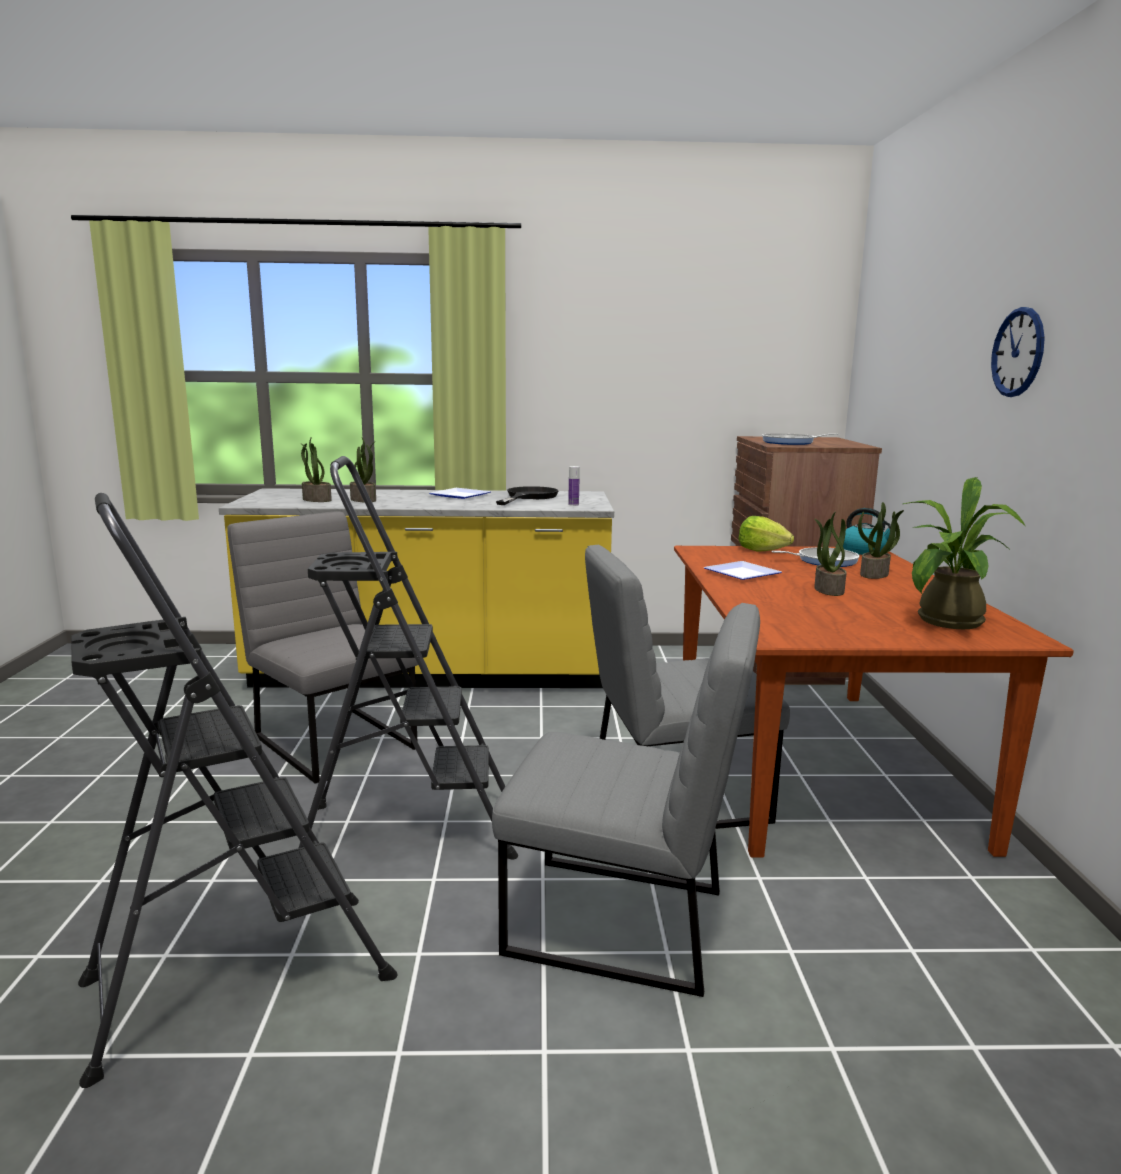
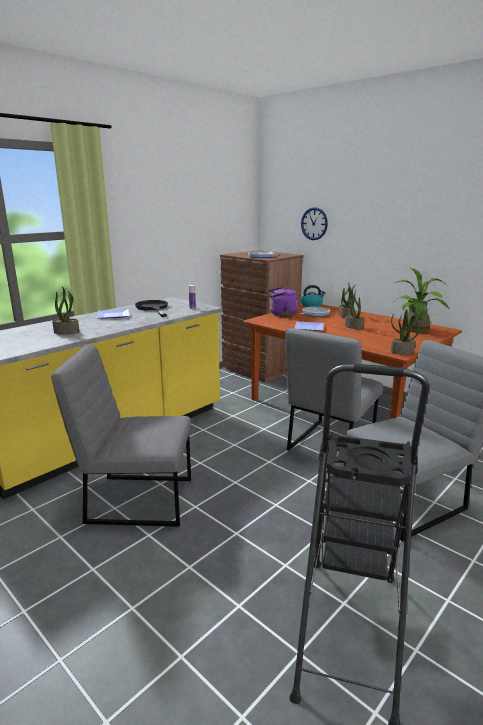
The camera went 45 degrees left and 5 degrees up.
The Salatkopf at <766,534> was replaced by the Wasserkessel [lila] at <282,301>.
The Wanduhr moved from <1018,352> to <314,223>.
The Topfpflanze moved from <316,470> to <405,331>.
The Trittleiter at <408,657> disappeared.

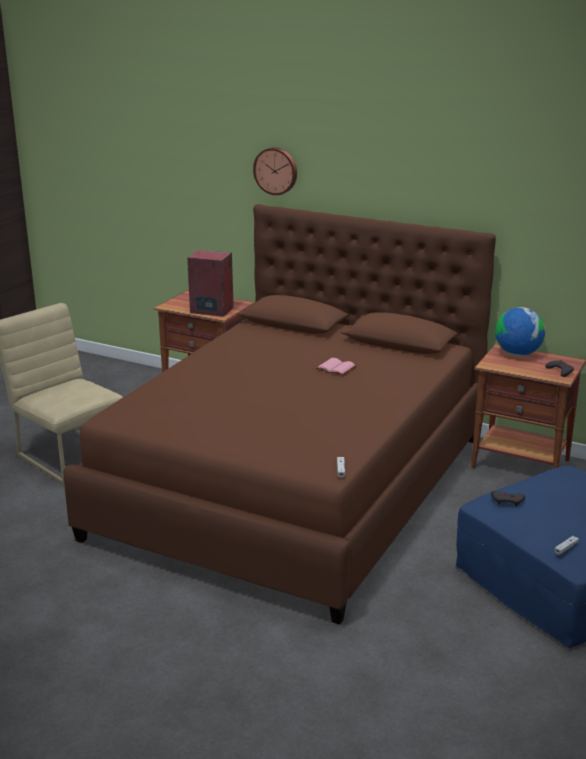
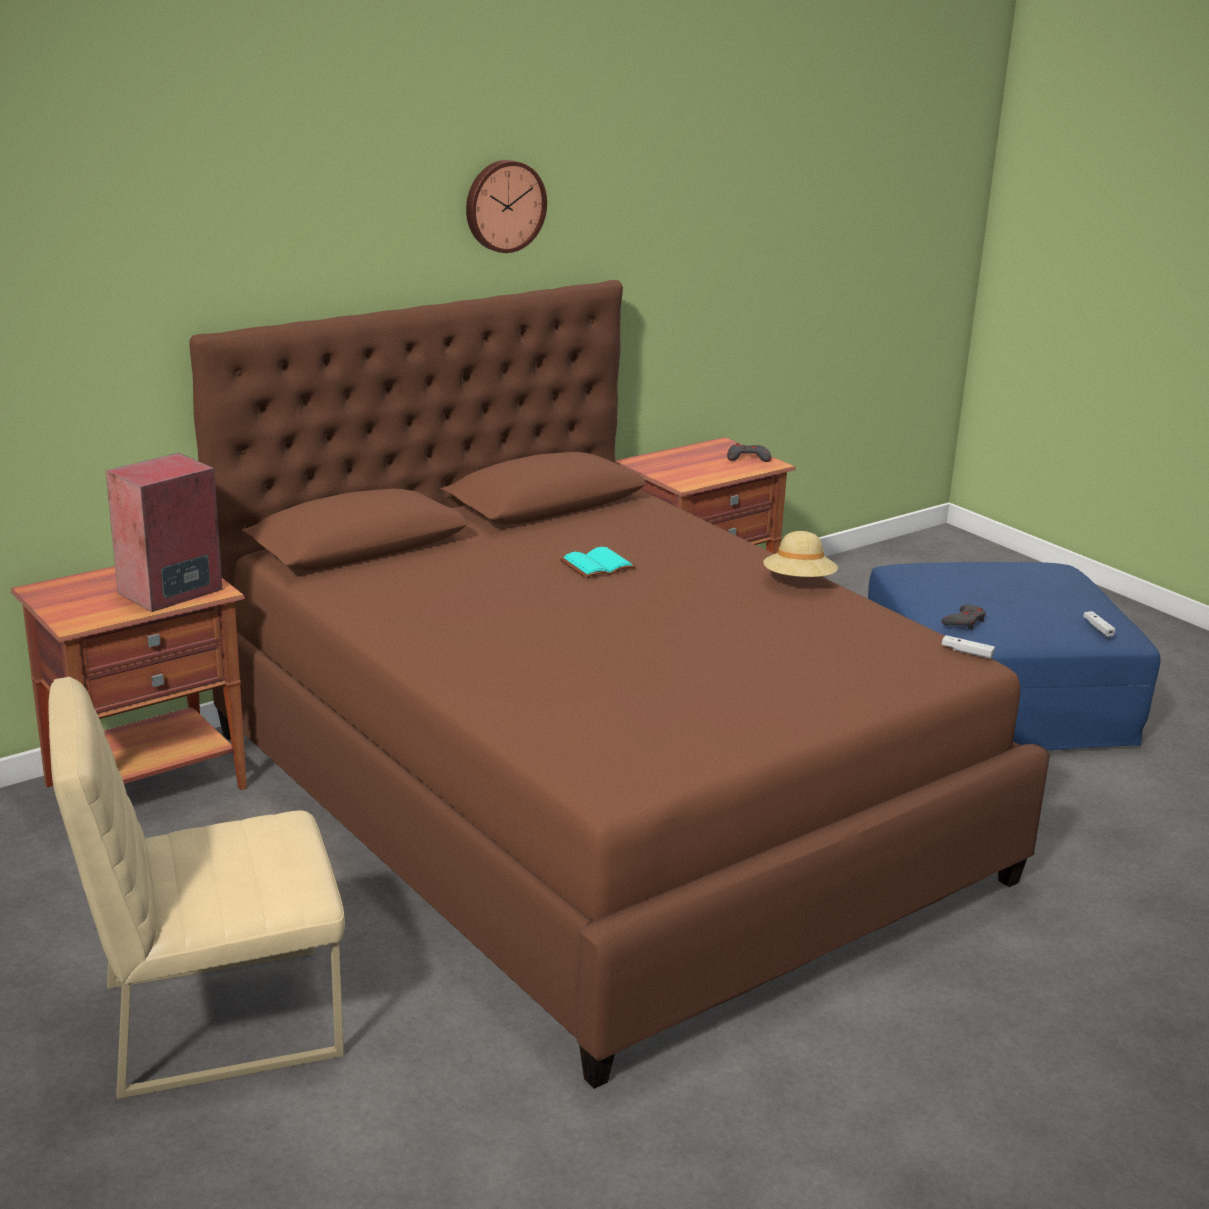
The camera went 65 degrees left and 0 degrees up.
The Wanduhr moved from <275,171> to <506,206>.
The Buch [rosa] at <336,367> became the Buch [türkis] at <598,562>.
The Hut [beige] at <800,554> appeared.
The Globus at <520,331> disappeared.

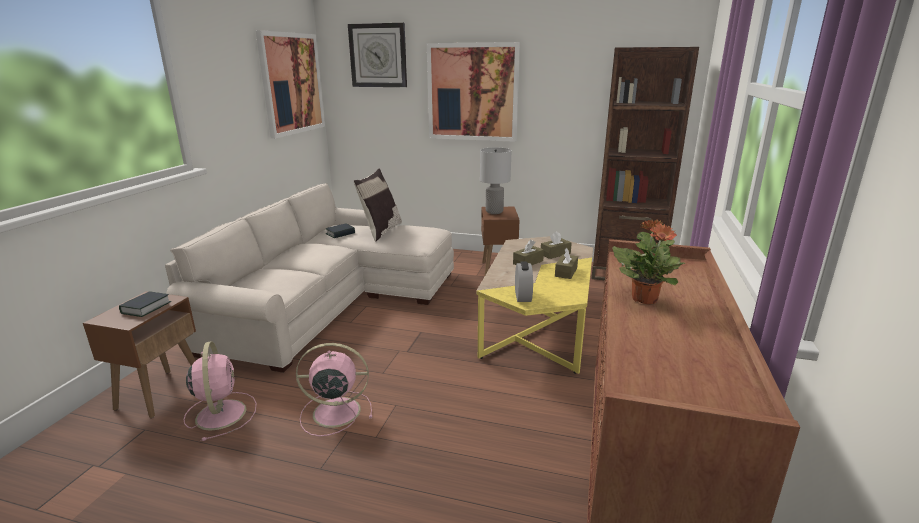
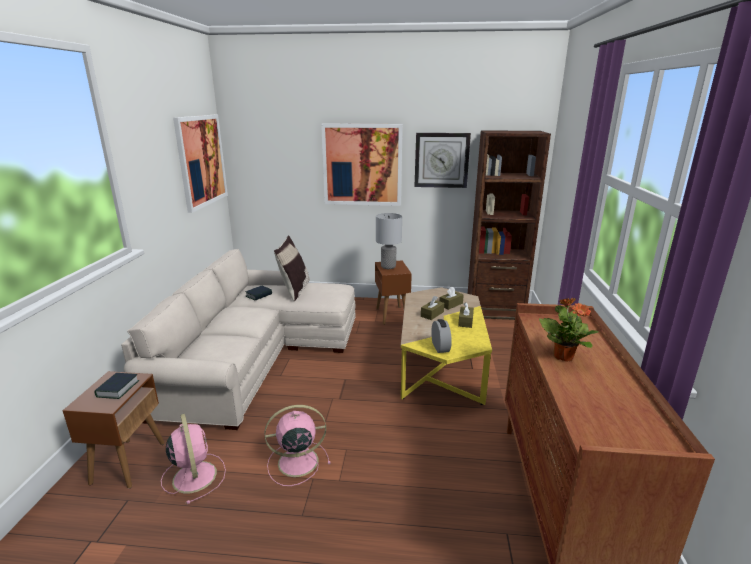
The camera went 10 degrees left and 0 degrees up.
The Wanduhr moved from <377,55> to <442,160>.

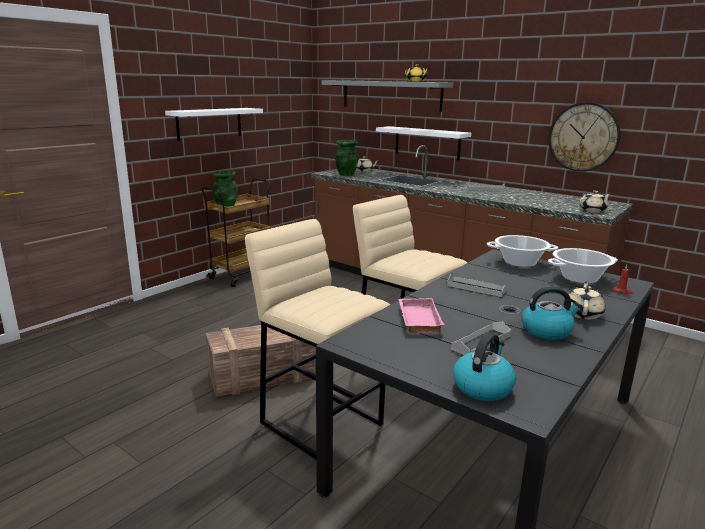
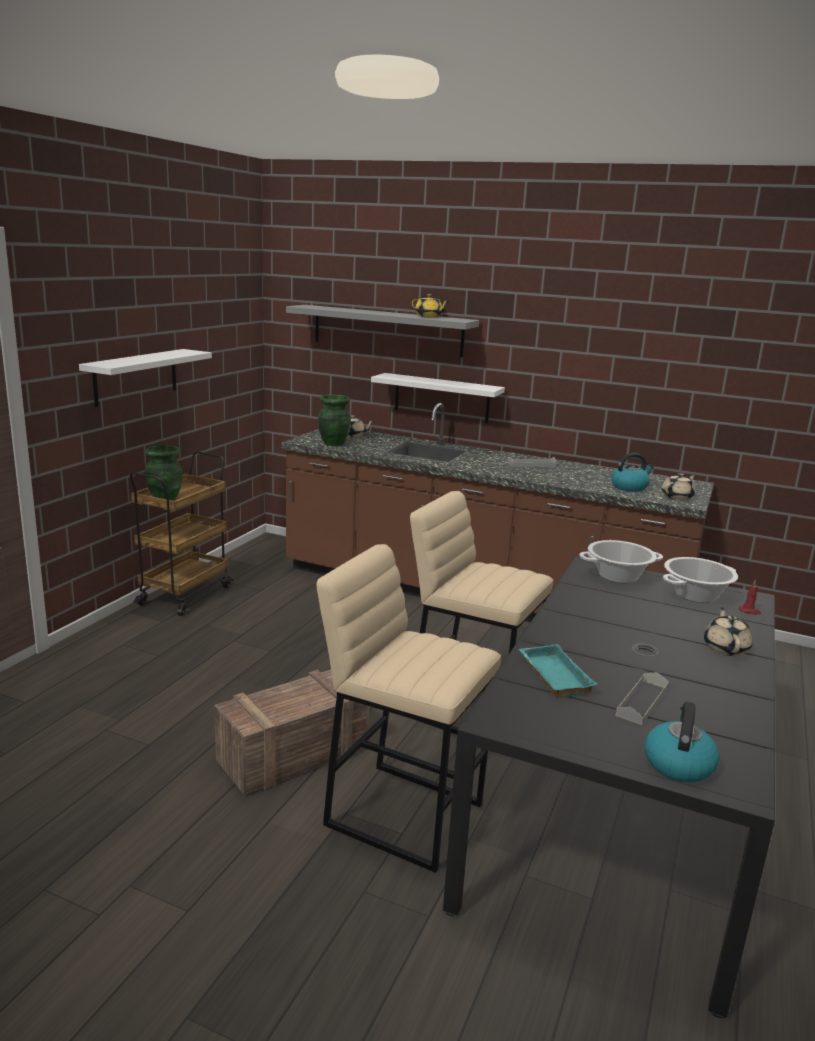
The camera went 15 degrees left and 0 degrees up.
The Tablett [rosa] at <421,316> became the Tablett [türkis] at <558,671>.
The Wasserkessel moved from <552,313> to <632,472>.
The Tablett [grau] at <477,285> disappeared.
The Wanduhr at <585,137> disappeared.

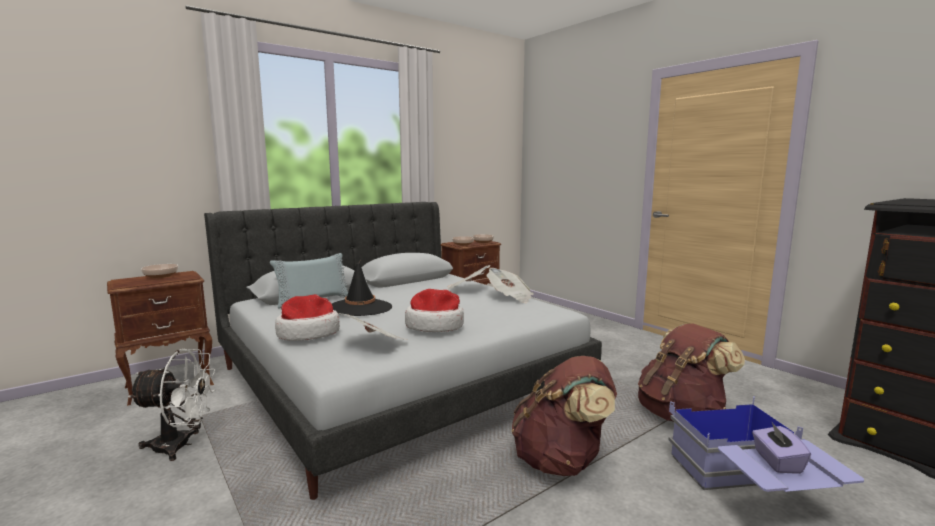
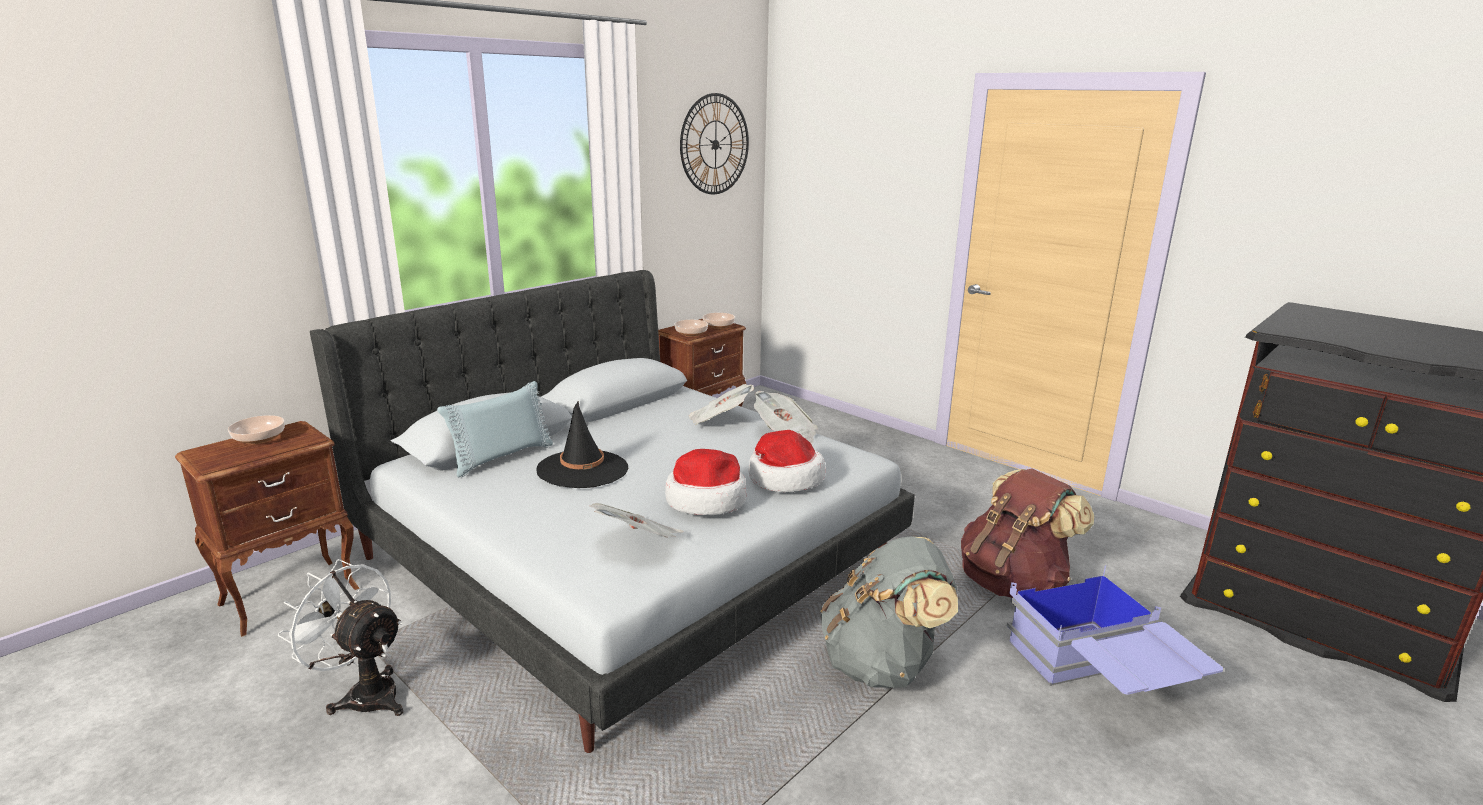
The camera went 10 degrees left and 10 degrees up.
The Ventilator [weiß] at <171,405> turned 135 degrees counterclockwise.
The Wanduhr at <714,143> appeared.
The Hut moved from <307,317> to <787,461>.
The Rucksack [braun] at <564,416> became the Rucksack [grau] at <889,612>.
The Taschentuchbox [lila] at <781,447> disappeared.

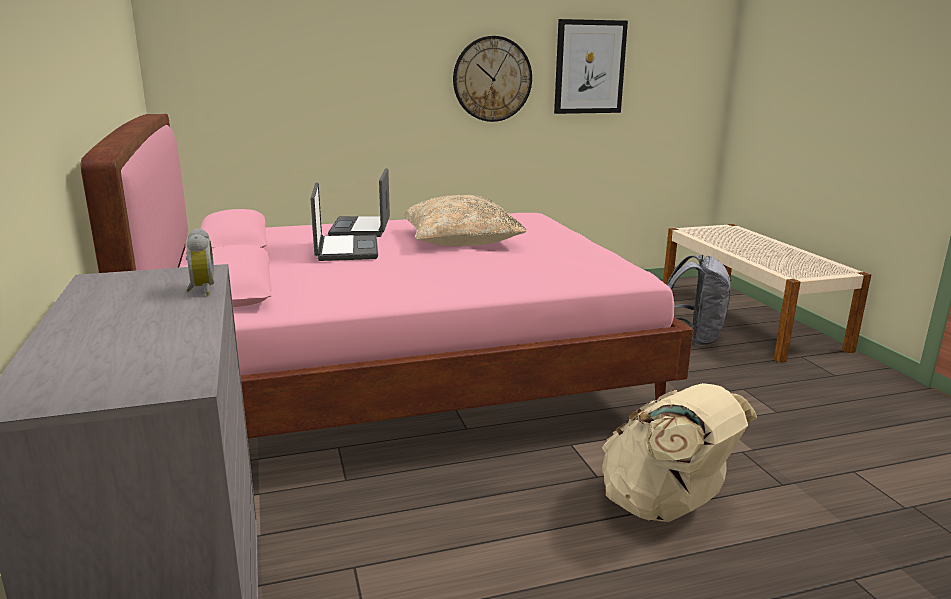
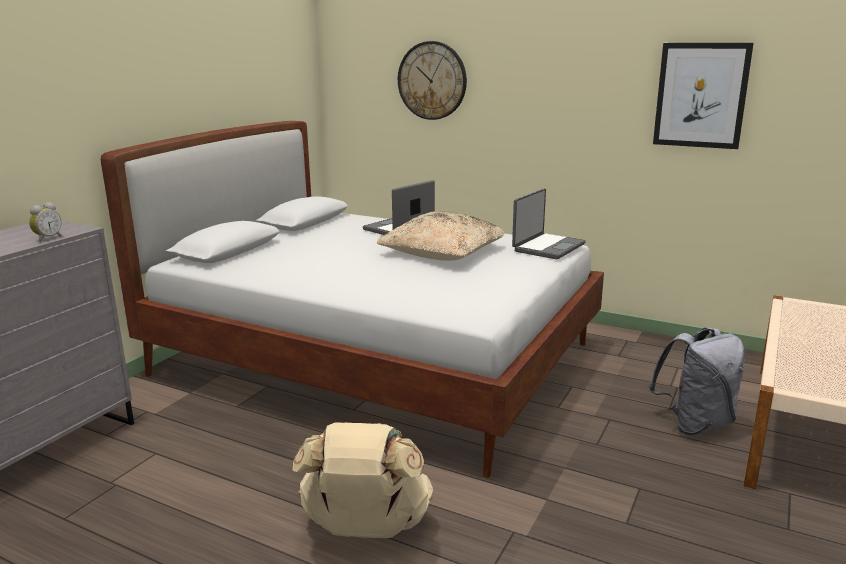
The camera went 45 degrees right and 0 degrees up.
The Bett [rosa] at <386,276> became the Bett [weiß] at <352,299>.
The Wanduhr moved from <492,79> to <432,80>.
The Laptop moved from <344,222> to <549,224>.

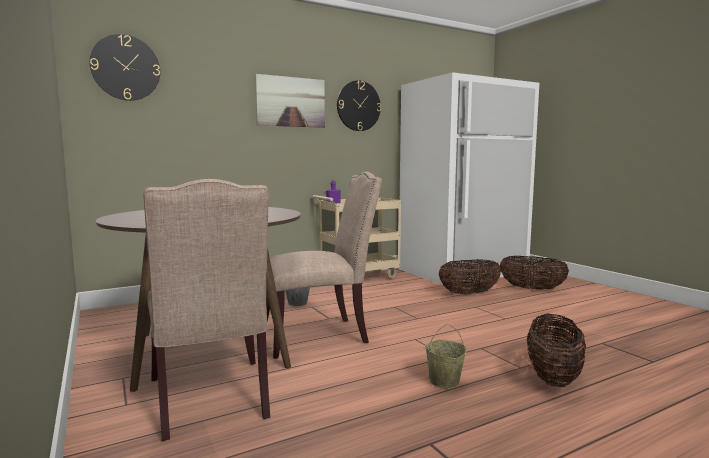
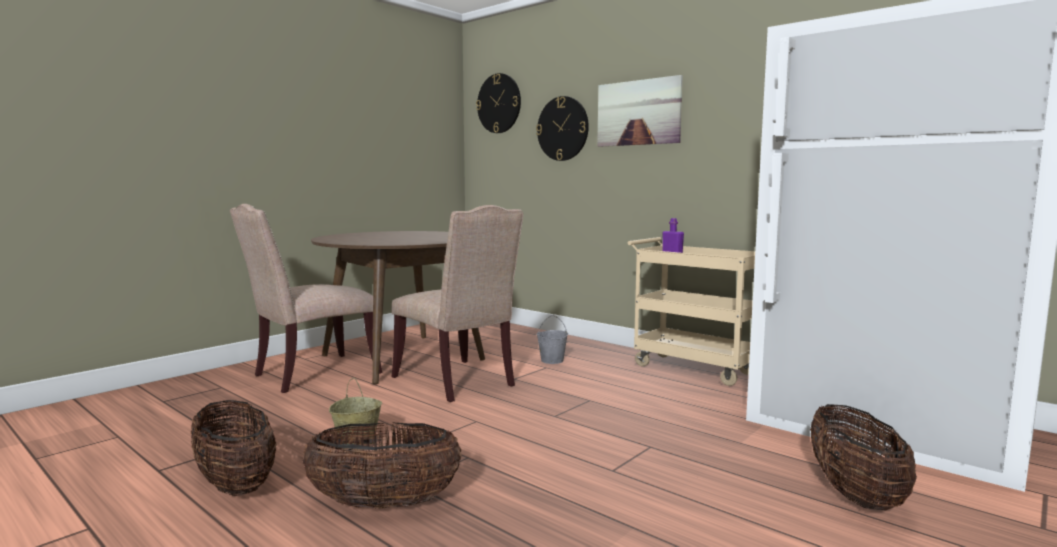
The camera went 70 degrees right and 0 degrees up.
The Korb moved from <470,276> to <234,448>.
The Wanduhr moved from <359,105> to <562,128>.

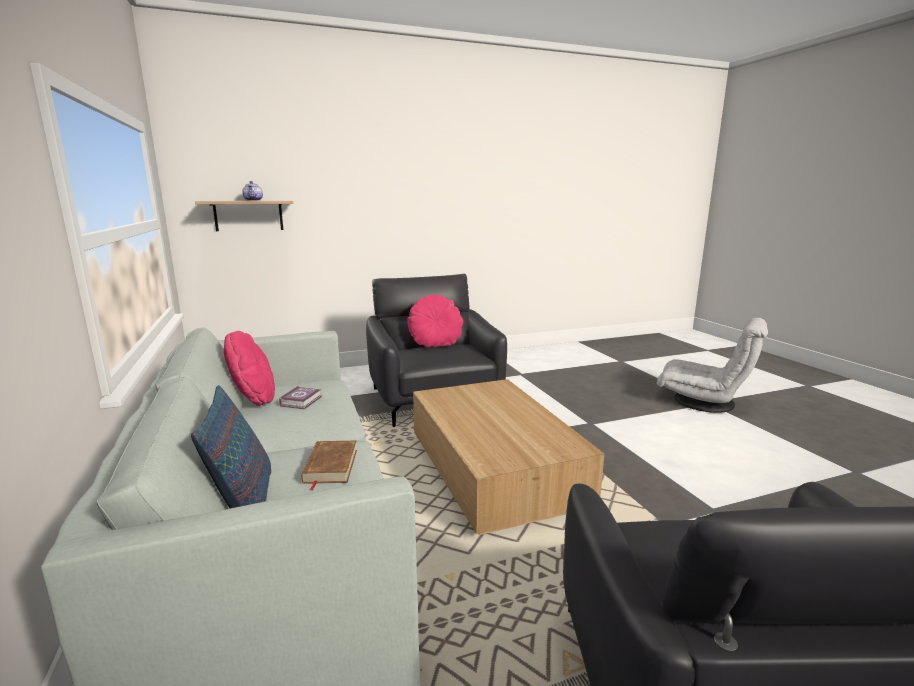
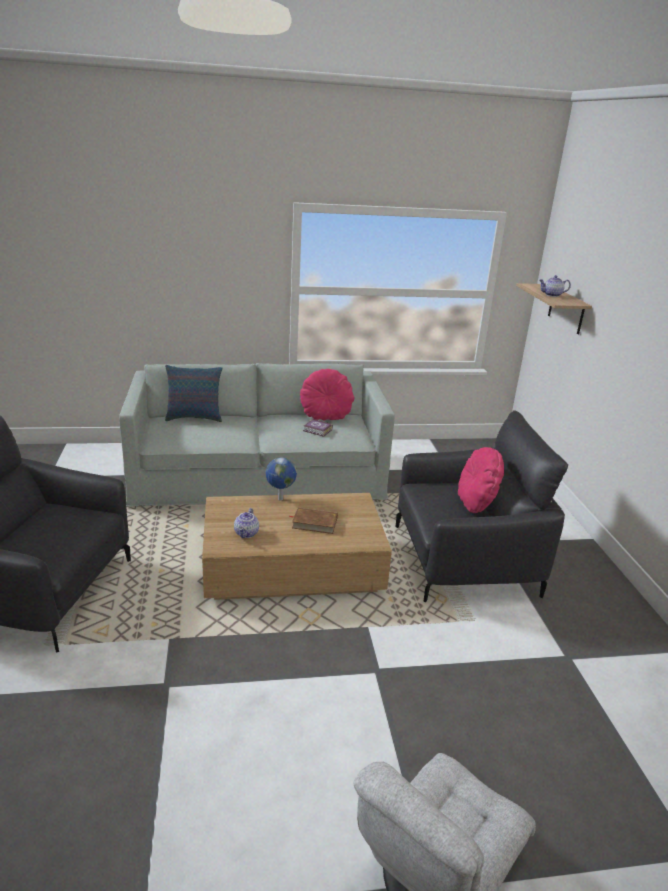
The camera went 100 degrees right and 10 degrees up.
The Teekanne at <246,523> appeared.
The Globus at <281,479> appeared.
The Buch [braun] moved from <329,465> to <313,521>.

